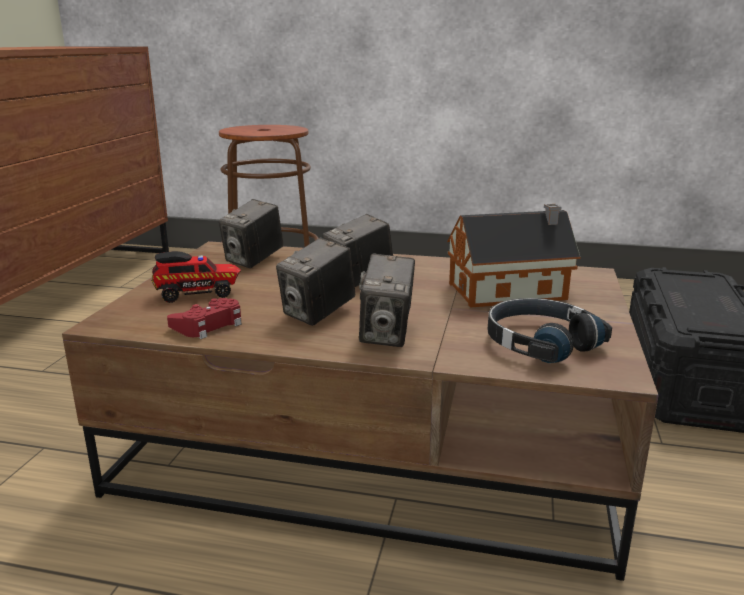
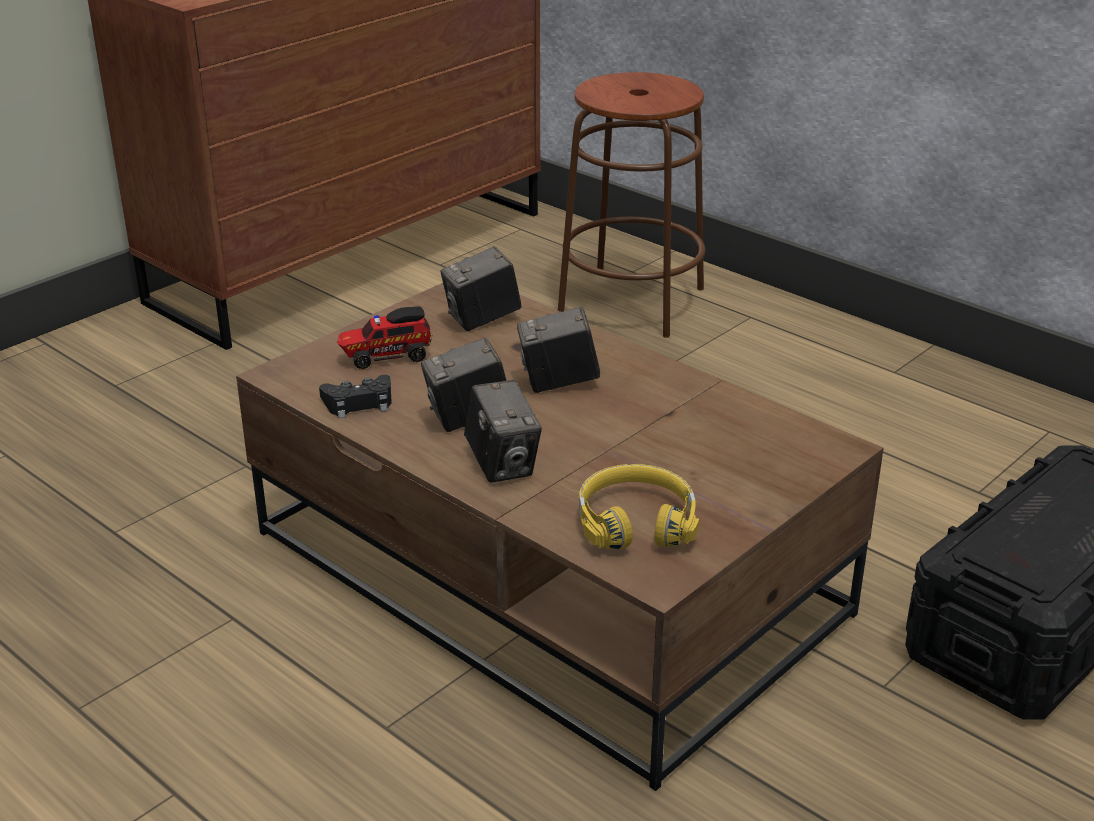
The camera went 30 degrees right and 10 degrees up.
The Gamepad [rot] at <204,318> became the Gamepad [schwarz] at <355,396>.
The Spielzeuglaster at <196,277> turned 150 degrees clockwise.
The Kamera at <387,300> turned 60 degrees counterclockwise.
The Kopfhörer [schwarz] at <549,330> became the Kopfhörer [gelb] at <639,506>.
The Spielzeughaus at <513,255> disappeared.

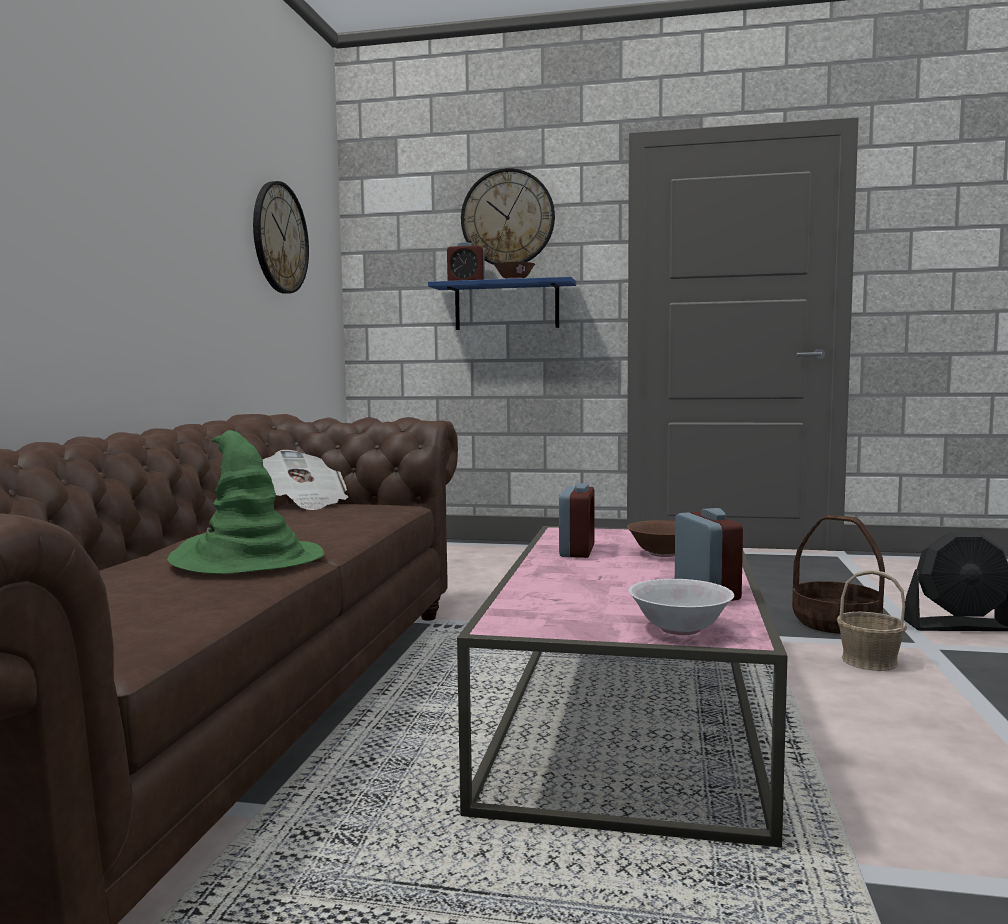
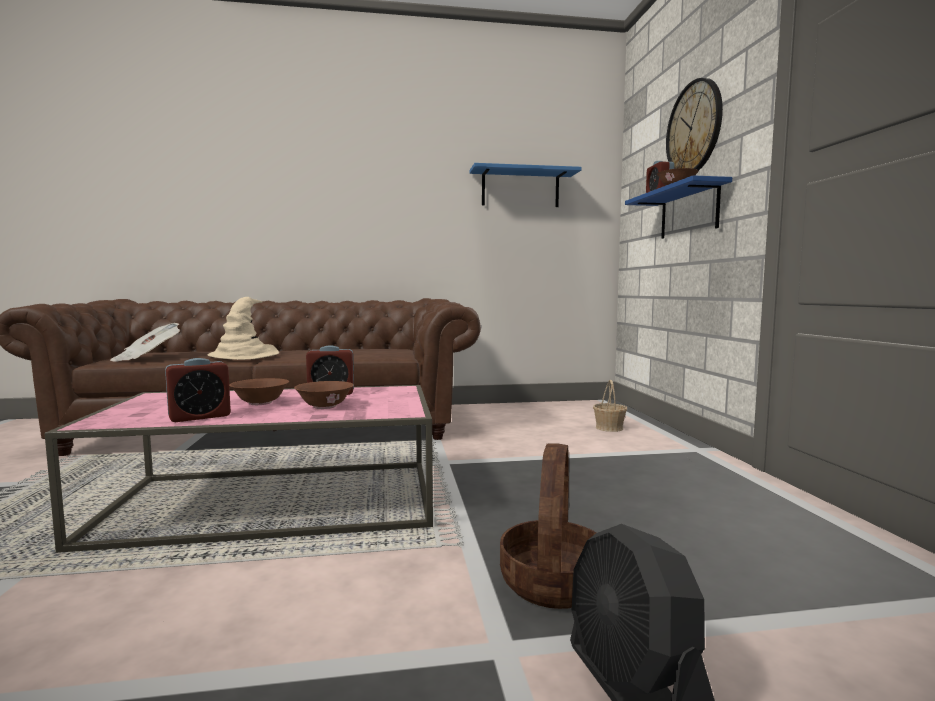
The camera went 70 degrees right and 0 degrees up.
The Zeitung moved from <305,480> to <145,342>.
The Hut [grün] at <245,502> became the Hut [beige] at <243,328>.
The Schüssel [braun] at <259,391> appeared.
The Wanduhr at <281,237> was replaced by the Wandregal [blau] at <525,185>.
The Korb moved from <872,620> to <610,406>.
The Schüssel [weiß] at <681,607> disappeared.

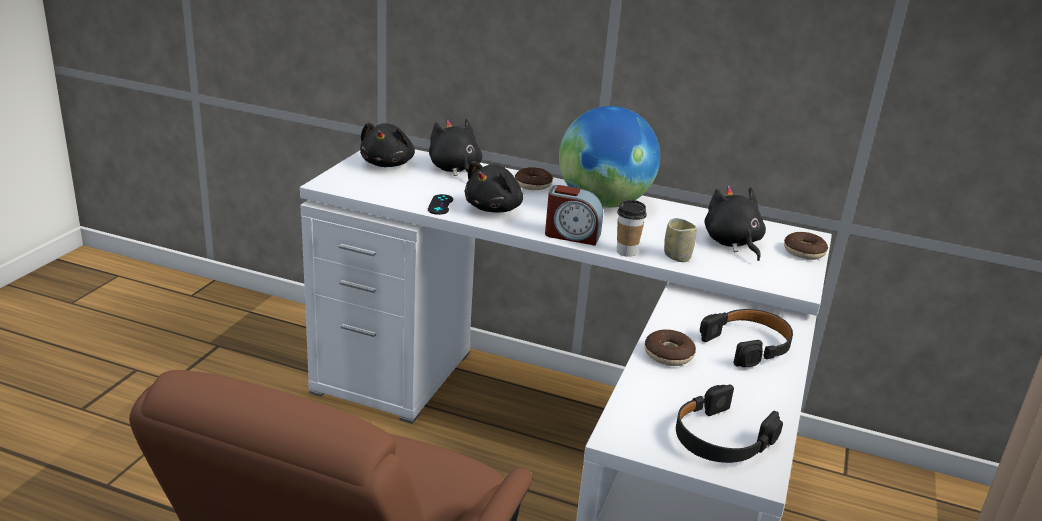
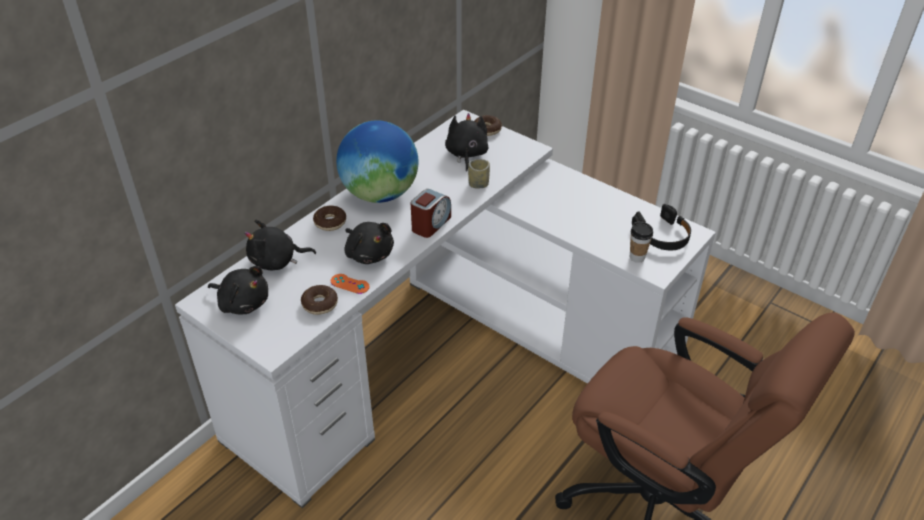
The camera went 70 degrees left and 15 degrees up.
The Donut moved from <670,347> to <319,300>.
The Gamepad [schwarz] at <440,204> became the Gamepad [orange] at <350,284>.
The Plüschtier [schwarz] at <735,223> turned 90 degrees clockwise.
The Tasse moved from <632,228> to <641,242>.
The Kopfhörer [schwarz] at <746,338> disappeared.

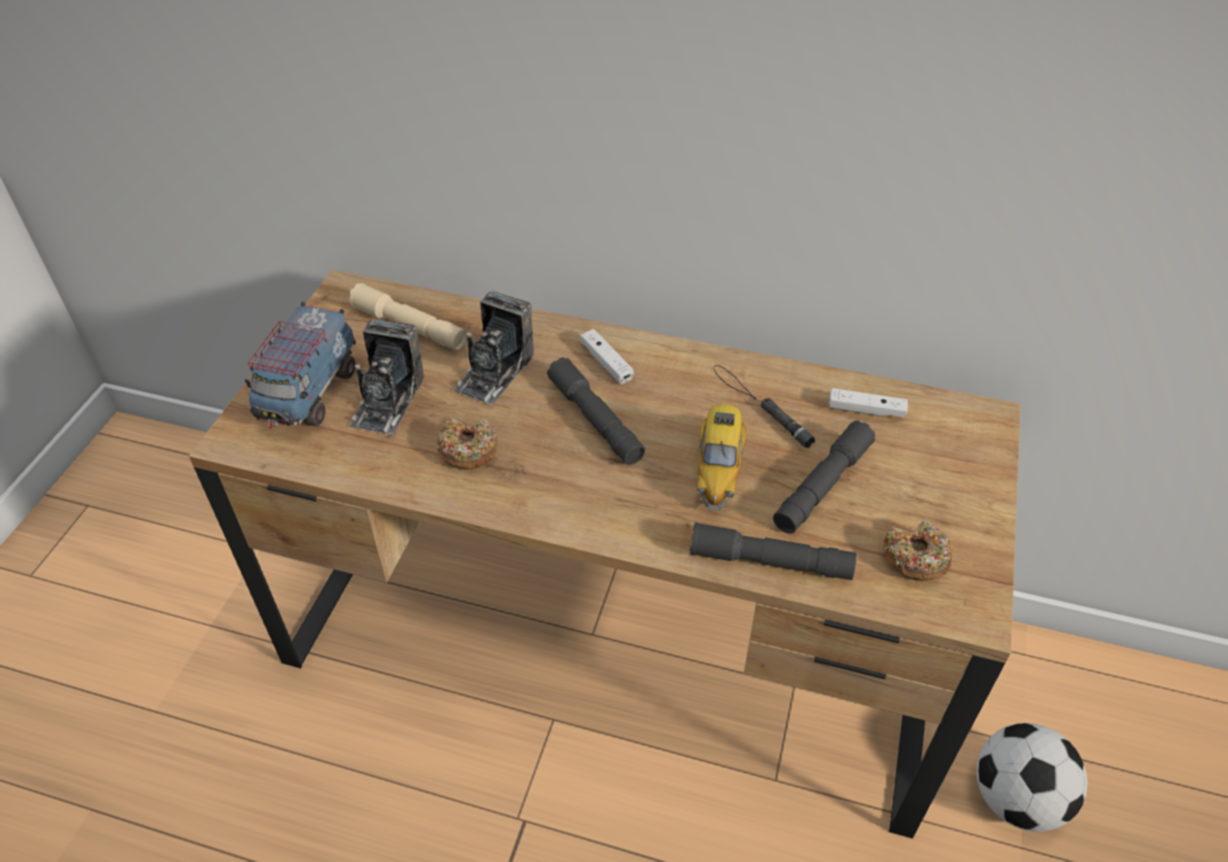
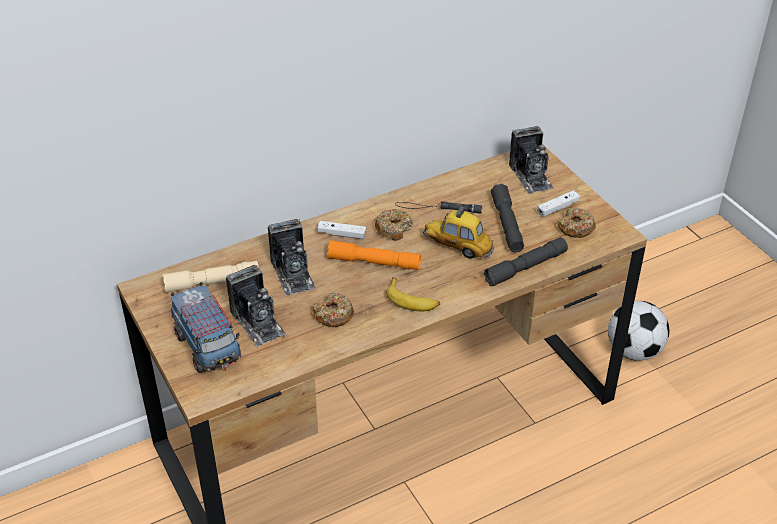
The camera went 45 degrees left and 5 degrees down.
The Taschenlampe [grau] at <596,411> became the Taschenlampe [orange] at <374,255>.
The Donut at <394,225> appeared.
The Banane at <413,294> appeared.
The Spielzeugauto at <722,457> turned 150 degrees clockwise.
The Kamera at <531,159> appeared.
The Gamepad [weiß] moved from <868,403> to <558,203>.

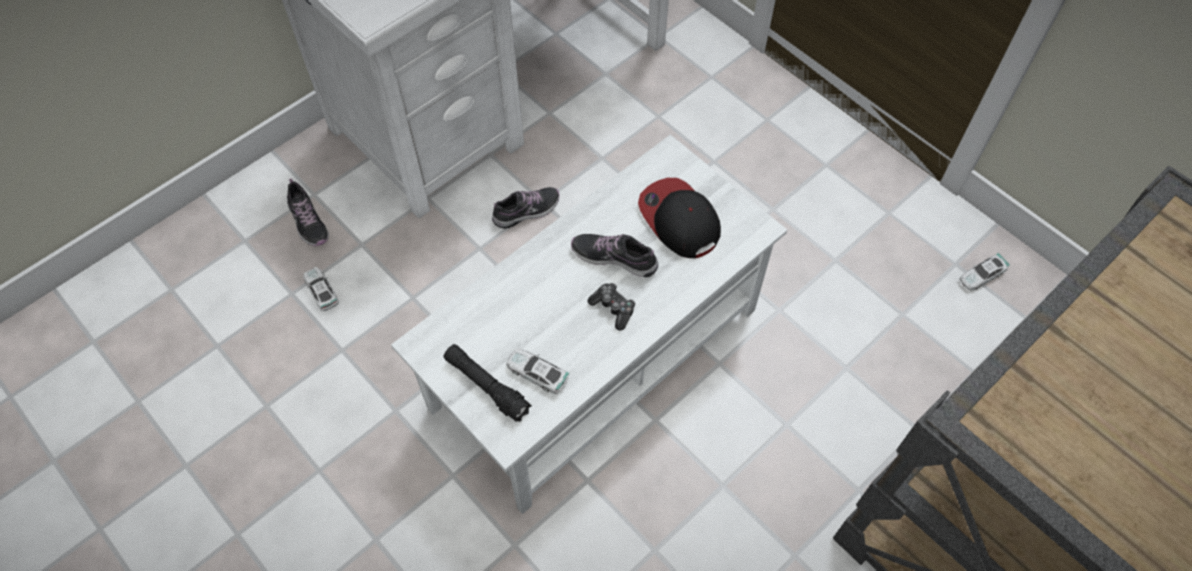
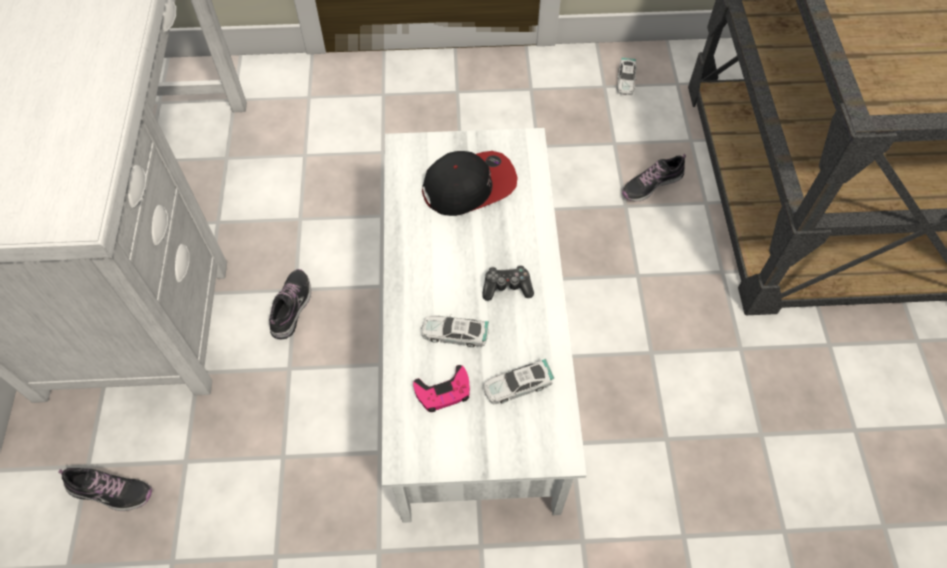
The camera went 50 degrees left and 0 degrees up.
The Gamepad [rosa] at <441,388> appeared.
The Kappe at <679,218> turned 150 degrees clockwise.
The Spielzeugauto moved from <321,289> to <455,330>.
The Schuh moved from <614,255> to <654,178>.
The Taschenlampe [schwarz] at <488,383> disappeared.

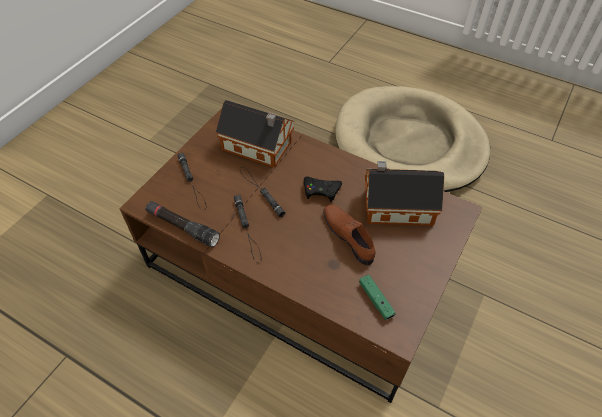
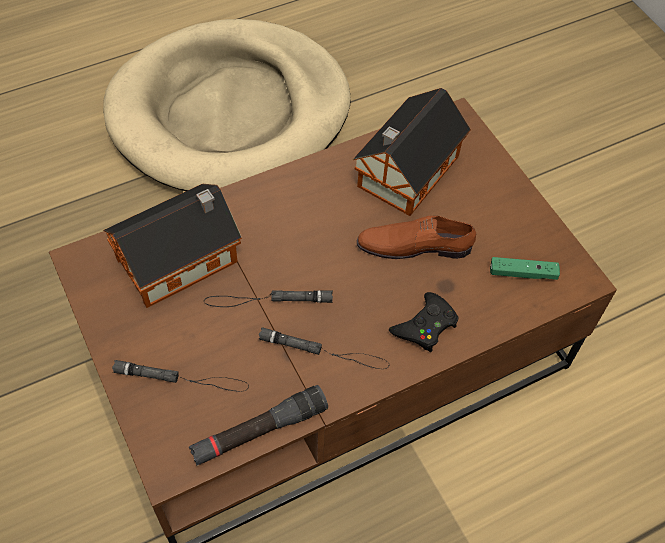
The camera went 60 degrees left and 5 degrees up.
The Gamepad [schwarz] moved from <323,189> to <424,322>.

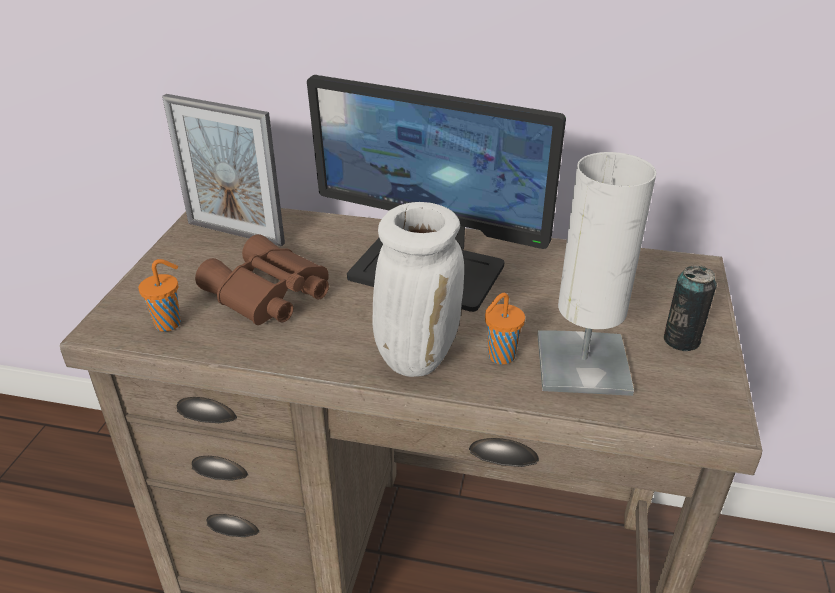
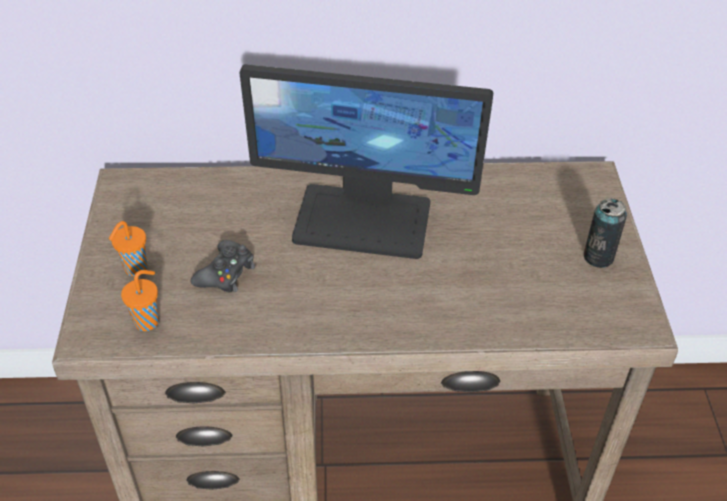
The camera went 15 degrees left and 10 degrees up.
The Tasse [orange] moved from <505,328> to <128,248>.
The Fernglas [braun] at <262,279> was replaced by the Gamepad [schwarz] at <223,266>.
The Bilderrahmen at <223,170> disappeared.
The Vase [weiß] at <418,289> disappeared.
The Tischlampe [weiß] at <596,274> disappeared.

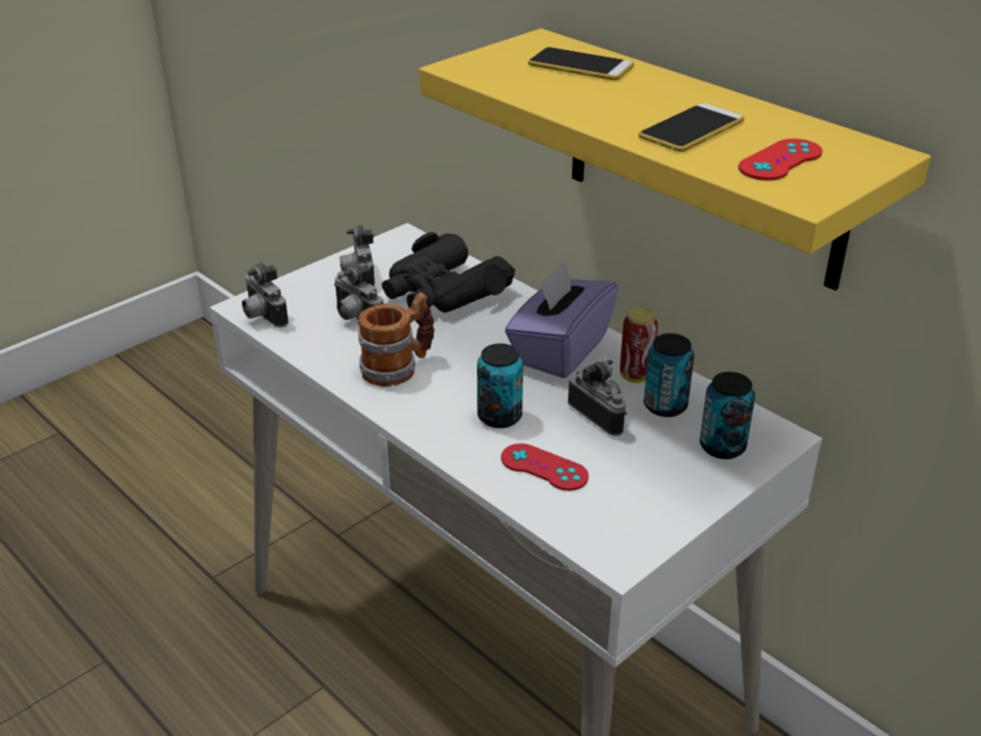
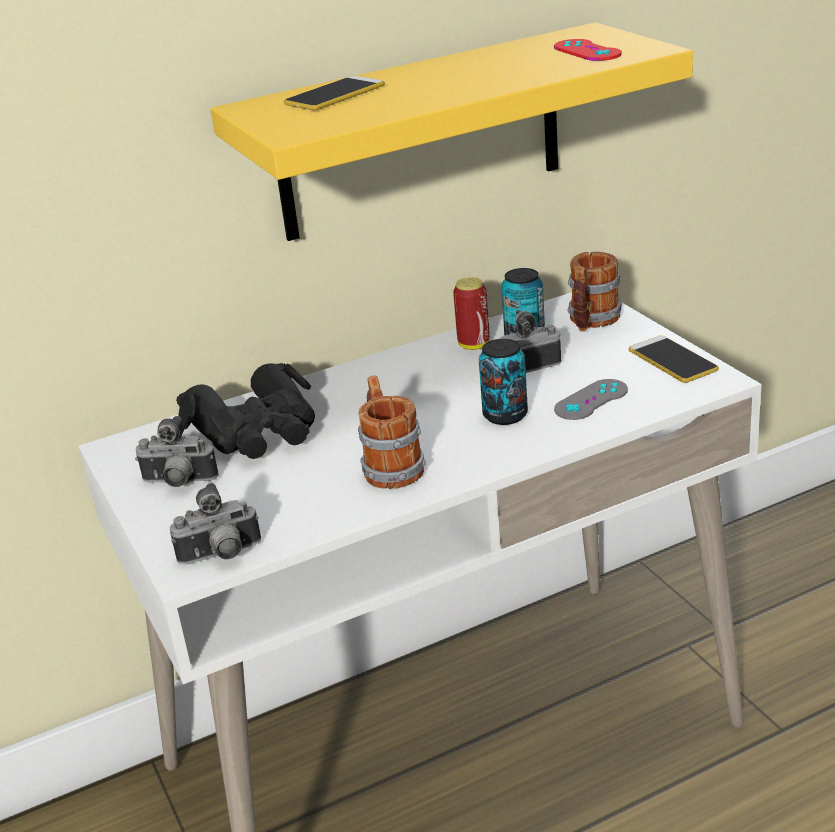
The camera went 70 degrees left and 5 degrees down.
The Gamepad [rot] at <545,467> became the Gamepad [grau] at <591,399>.
The Dose at <727,415> was replaced by the Henkelbecher at <595,292>.
The Handy moved from <691,127> to <674,359>.
The Kamera at <358,291> disappeared.
The Taschentuchbox [lila] at <561,319> disappeared.

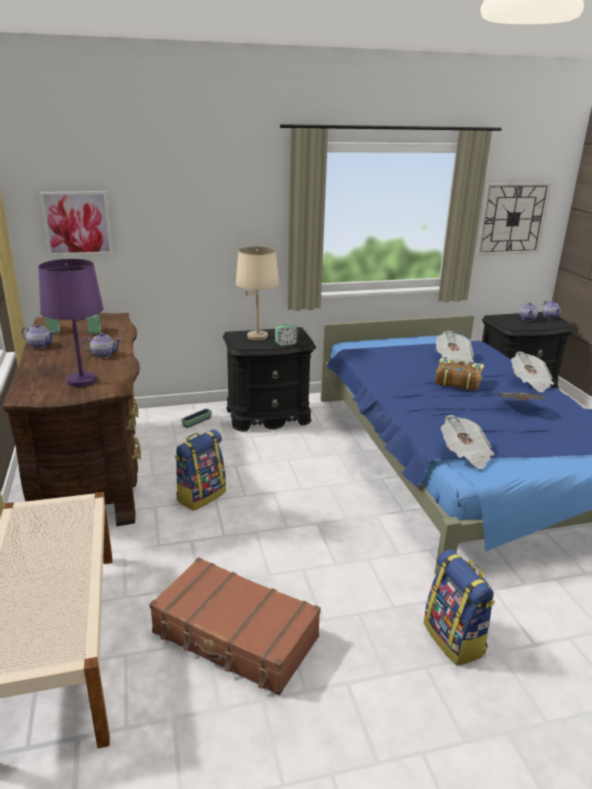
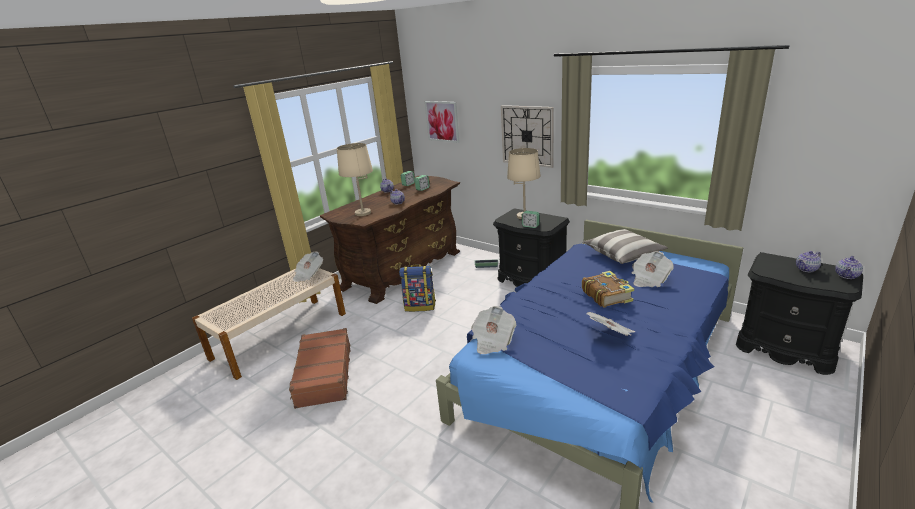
The camera went 55 degrees right and 0 degrees up.
The Zeitung moved from <532,372> to <308,266>.
The Tischlampe [lila] at <71,323> became the Tischlampe [beige] at <355,179>.
The Wanduhr moved from <513,219> to <527,136>.
The Kissen at <625,246> appeared.
The Rucksack at <459,607> disappeared.

